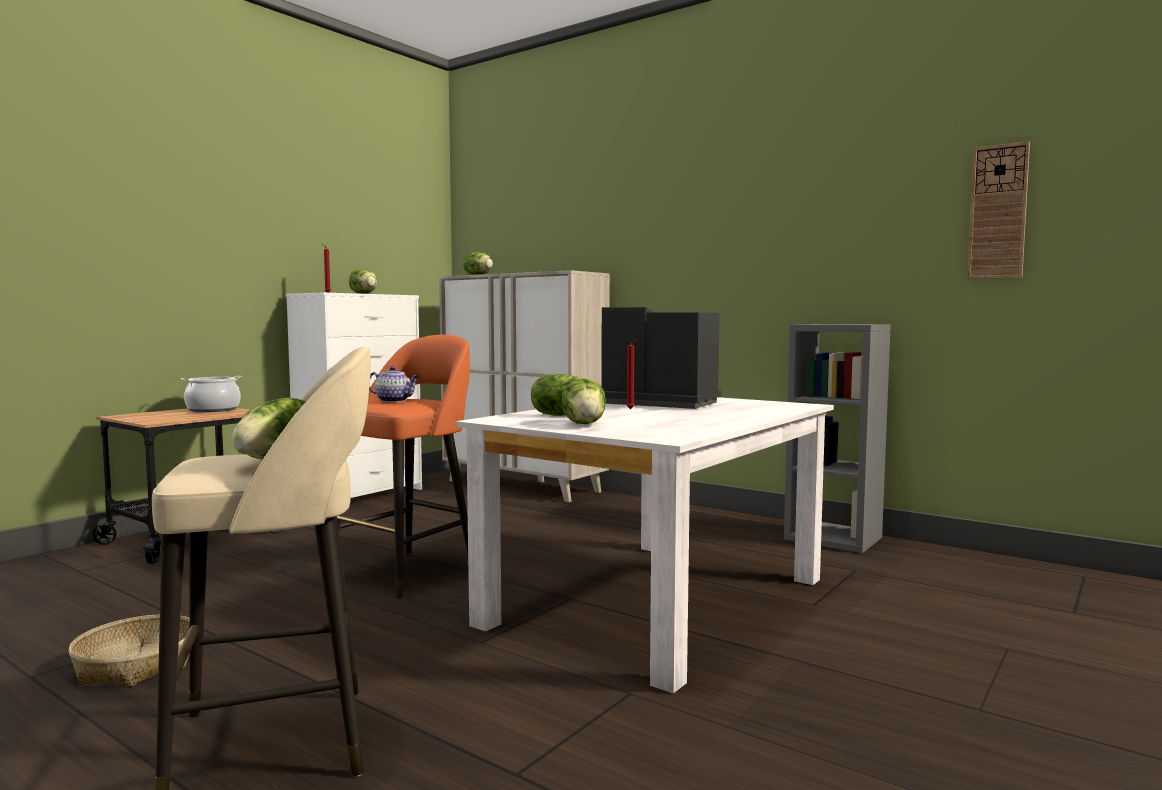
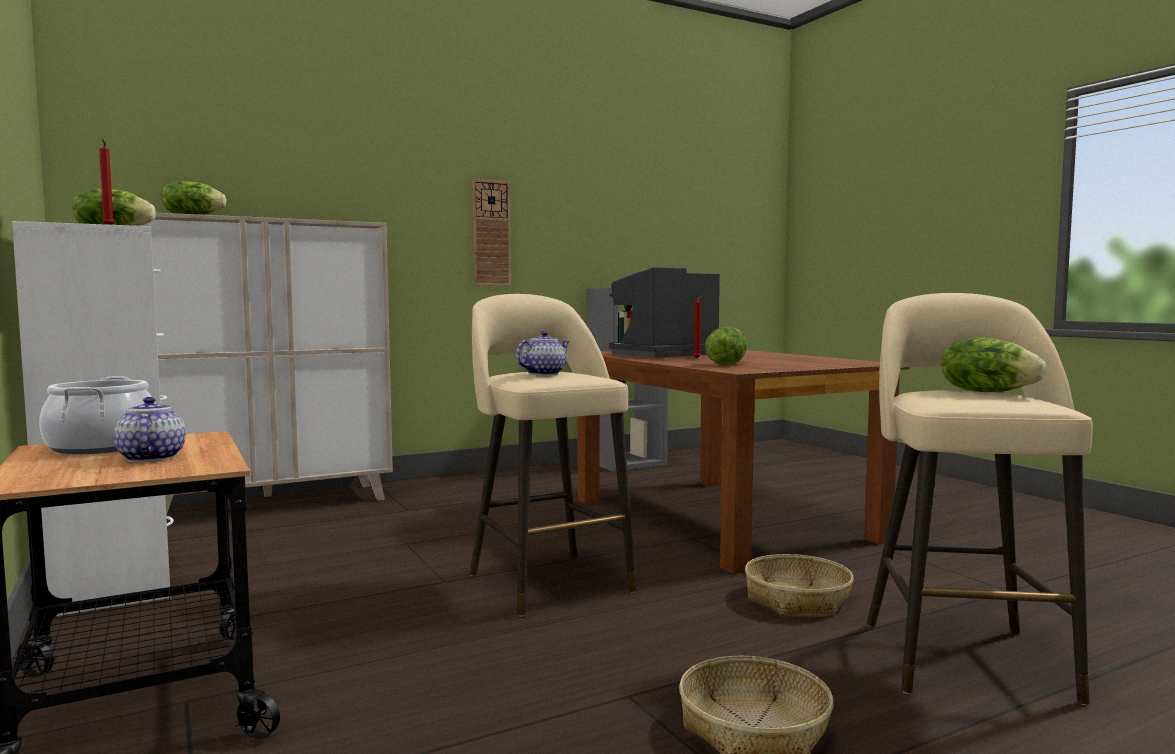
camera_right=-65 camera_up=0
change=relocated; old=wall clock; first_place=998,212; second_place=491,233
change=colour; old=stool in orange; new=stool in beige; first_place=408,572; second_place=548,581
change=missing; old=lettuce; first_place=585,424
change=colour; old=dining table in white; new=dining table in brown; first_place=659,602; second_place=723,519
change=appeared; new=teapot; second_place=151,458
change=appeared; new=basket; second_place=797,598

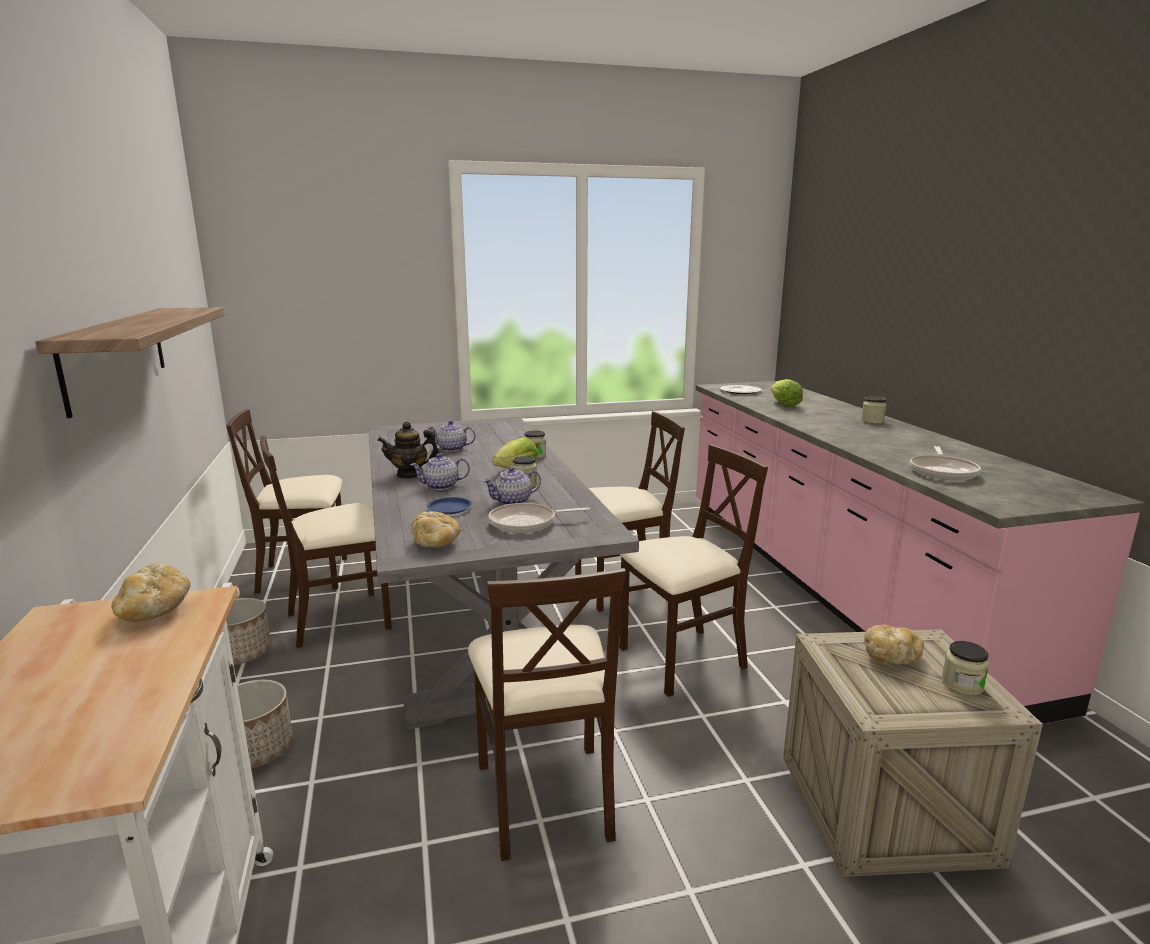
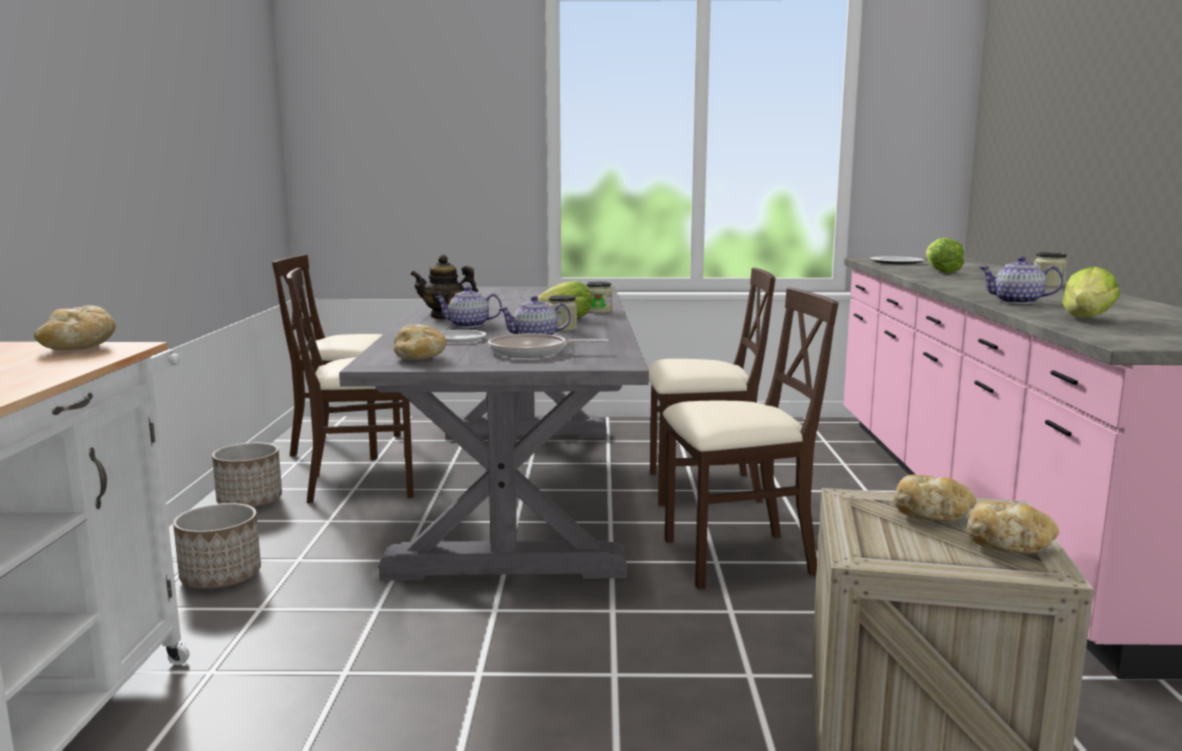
camera_right=15 camera_up=-5
change=missing; old=shelf; first_place=116,355
change=relocated; old=teapot; first_place=452,449; second_place=1017,302
change=exchanged; old=frying pan; new=lettuce; first_place=943,472; second_place=1087,319
change=colour; old=plate in blue; new=plate in white; first_place=449,508; second_place=460,339
change=missing; old=chair in beige; first_place=545,797
change=exchanged; old=jar; new=bread; first_place=962,685; second_place=1008,547

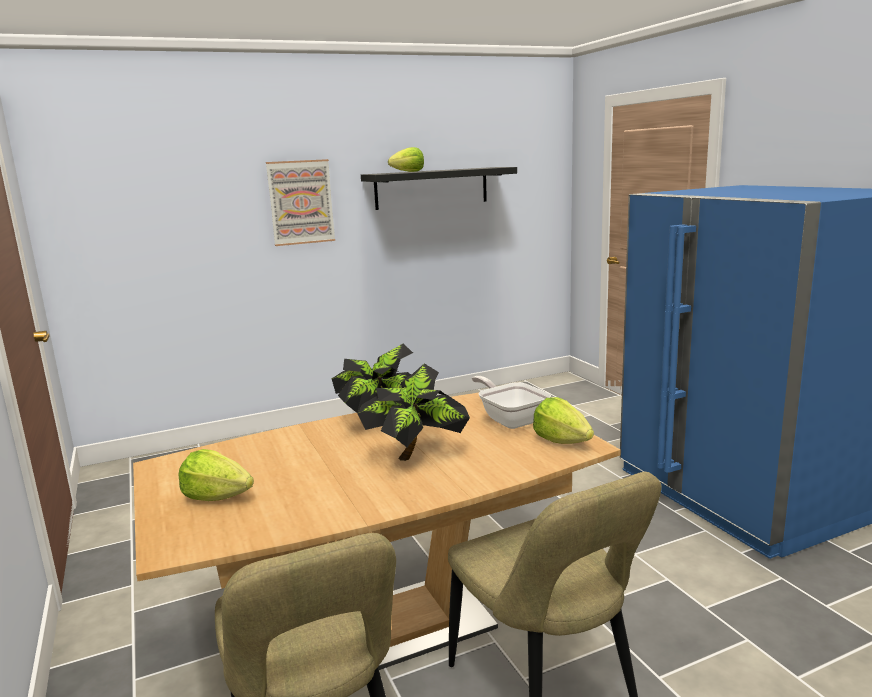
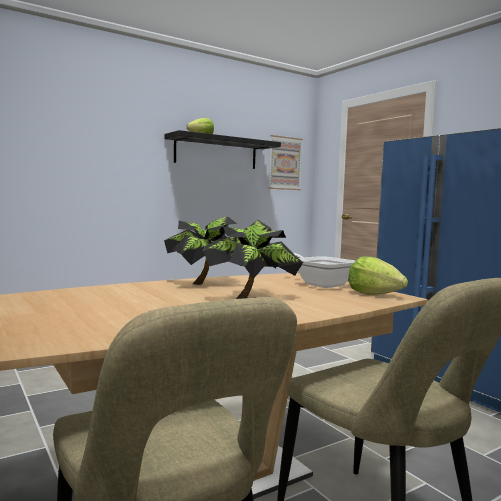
camera_right=-10 camera_up=-10
change=relocated; old=picture; first_place=301,202; second_place=284,163
change=missing; old=lettuce; first_place=217,497

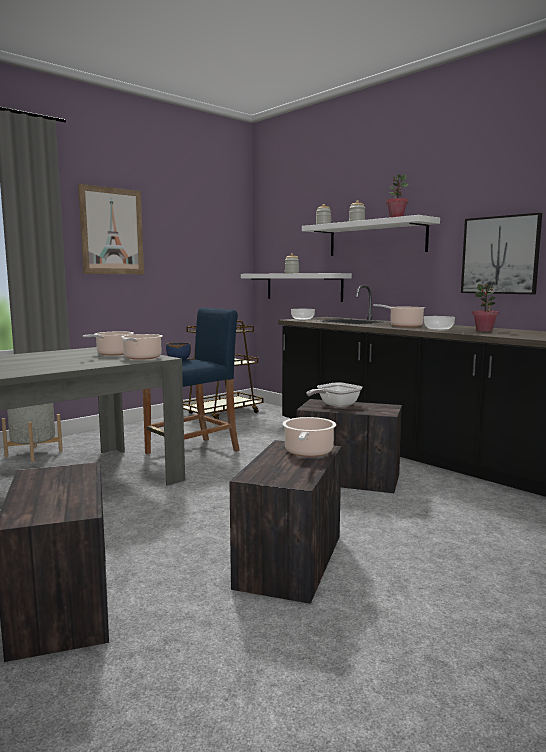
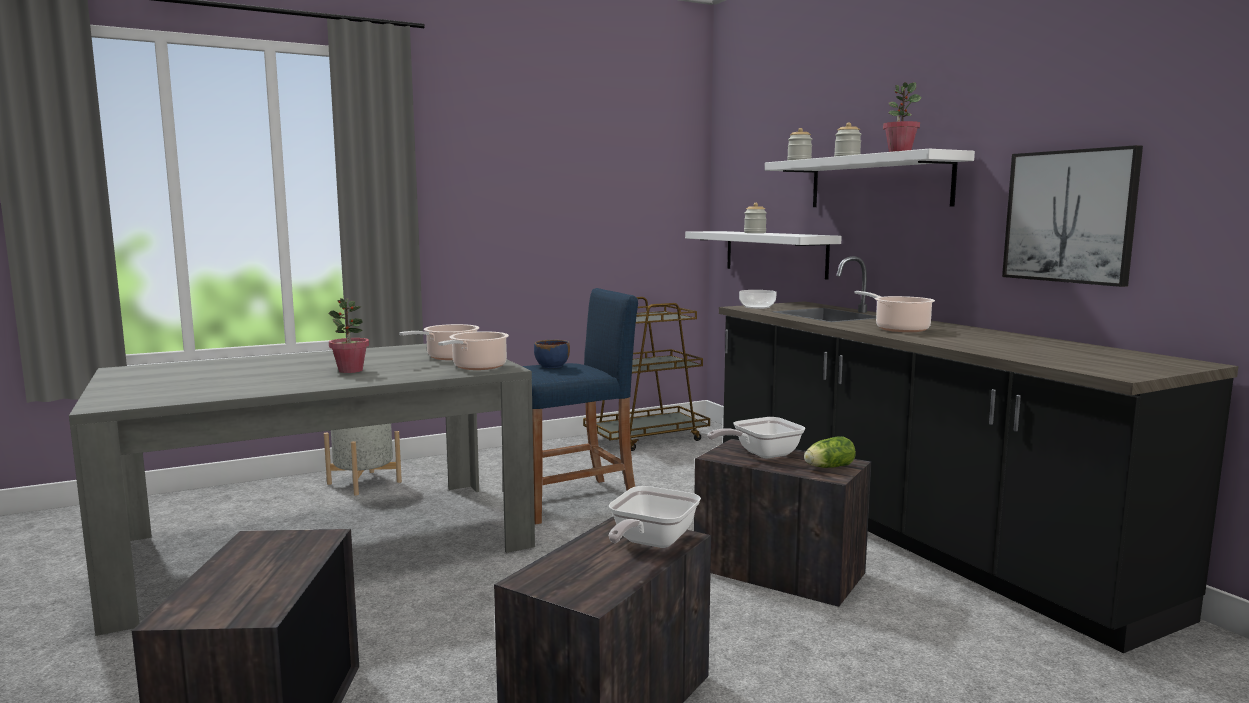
camera_right=15 camera_up=0
change=missing; old=picture; first_place=112,231
change=relocated; old=potted plant; first_place=484,330; second_place=350,370
change=missing; old=bowl; first_place=438,329
change=exchanged; old=cooking pot; new=frying pan; first_place=308,452; second_place=649,543
change=appeared; new=lettuce; second_place=827,467

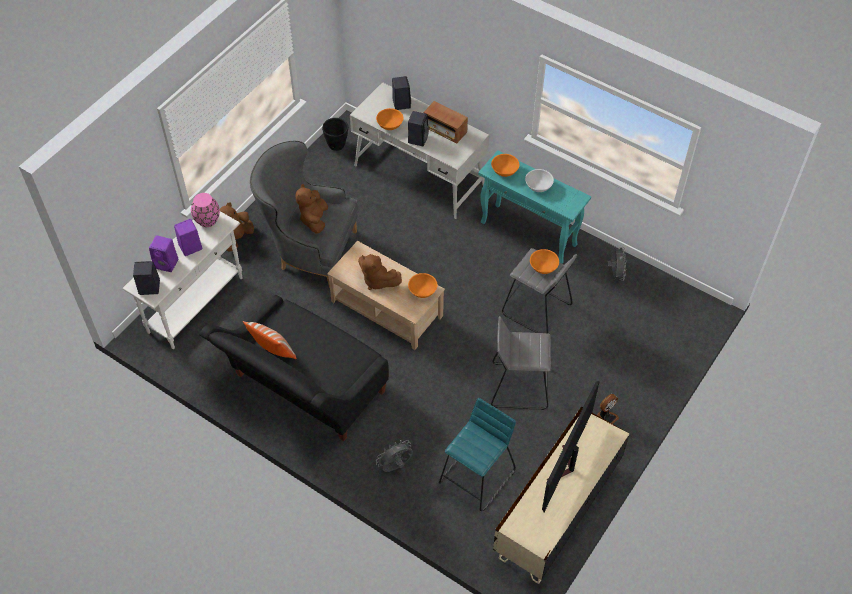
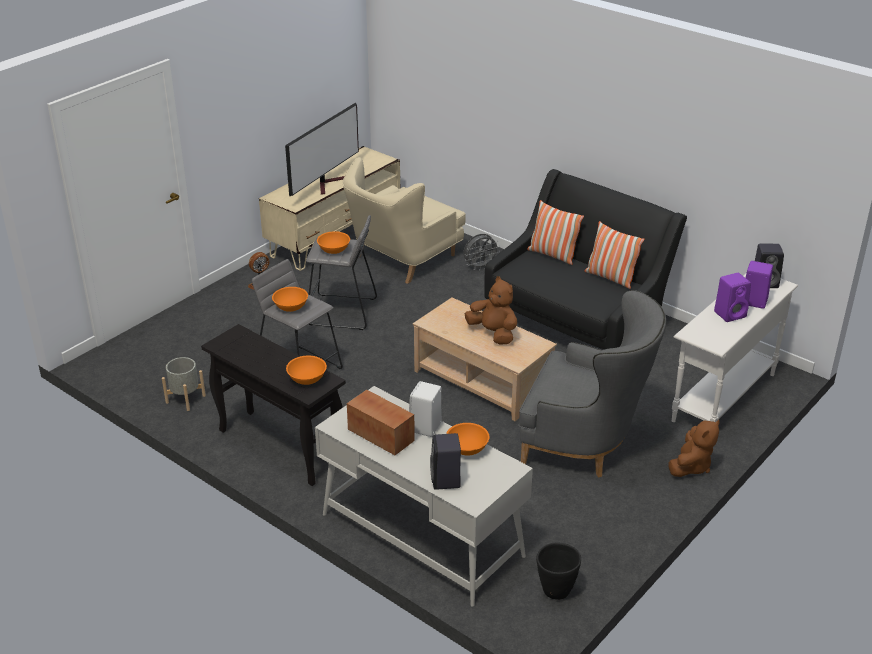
camera_right=-175 camera_up=-20
change=colour; old=speaker in black; new=speaker in white; first_place=418,138; second_place=425,427
change=colour; old=console table in turquoise; new=console table in black; first_place=529,234; second_place=278,447
change=missing; old=bowl in white; first_place=538,186
change=missing; old=plush toy in brown; first_place=314,219
change=missing; old=vase in pink; first_place=207,220
change=exchanged; old=fan in grey; new=planter in grey; first_place=615,273; second_place=185,399
change=relocated; old=bowl in orange; first_place=423,291; second_place=333,250
change=exchanged; old=stool in turquoise; new=armchair in beige; first_place=477,477; second_place=402,257
change=appeared; new=pillow; second_place=552,255

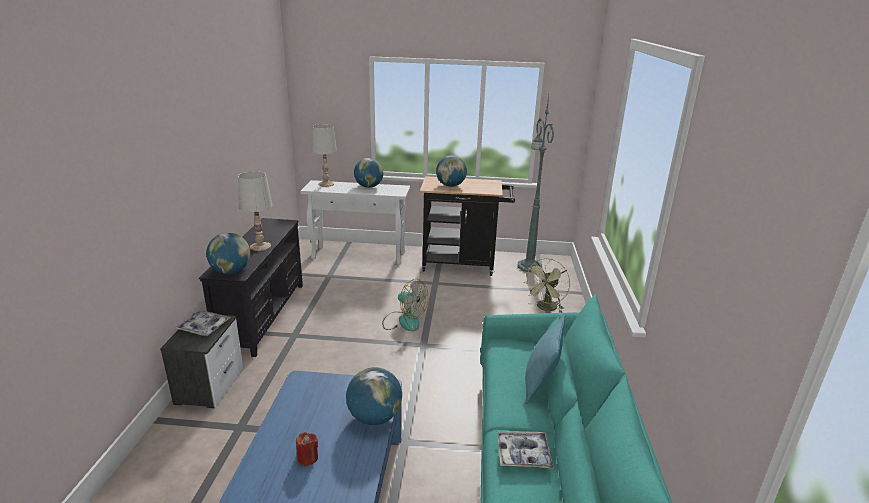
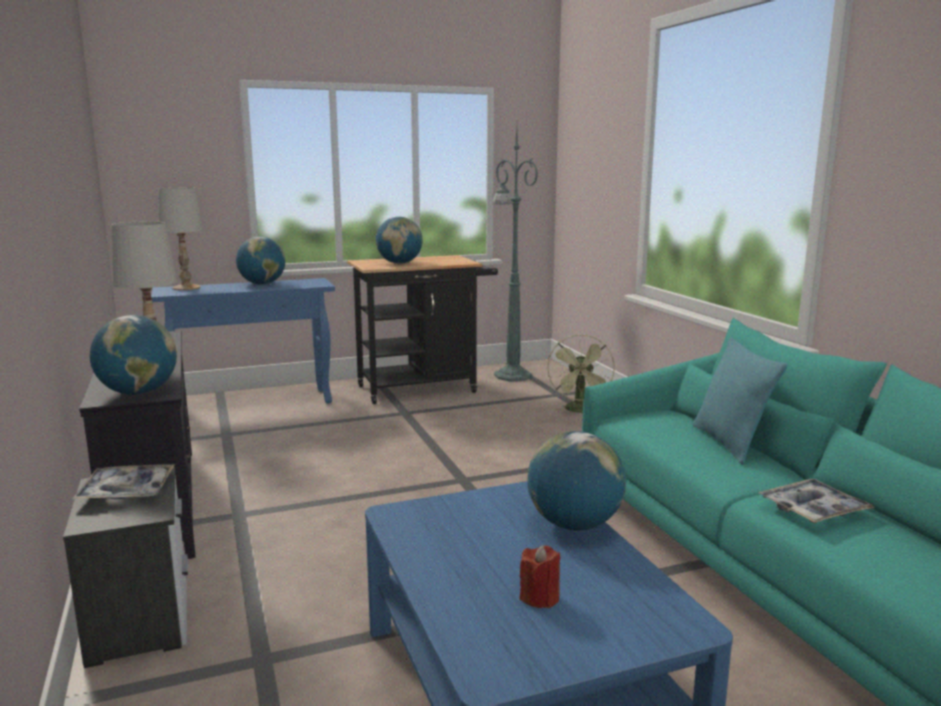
camera_right=-25 camera_up=-10
change=colour; old=console table in white; new=console table in blue; first_place=360,255; second_place=254,404
change=missing; old=fan; first_place=404,321

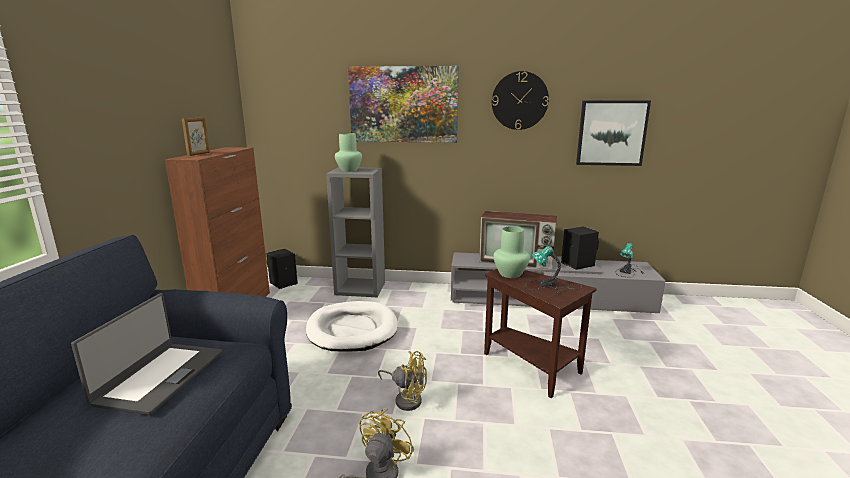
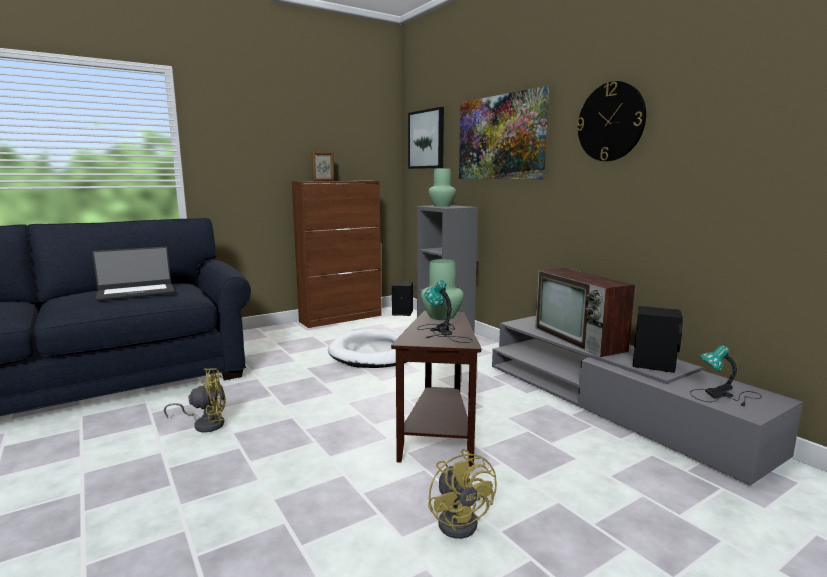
camera_right=50 camera_up=-5
change=relocated; old=picture; first_place=611,133; second_place=426,139
change=relocated; old=fan in yellow; first_place=406,398; second_place=461,520

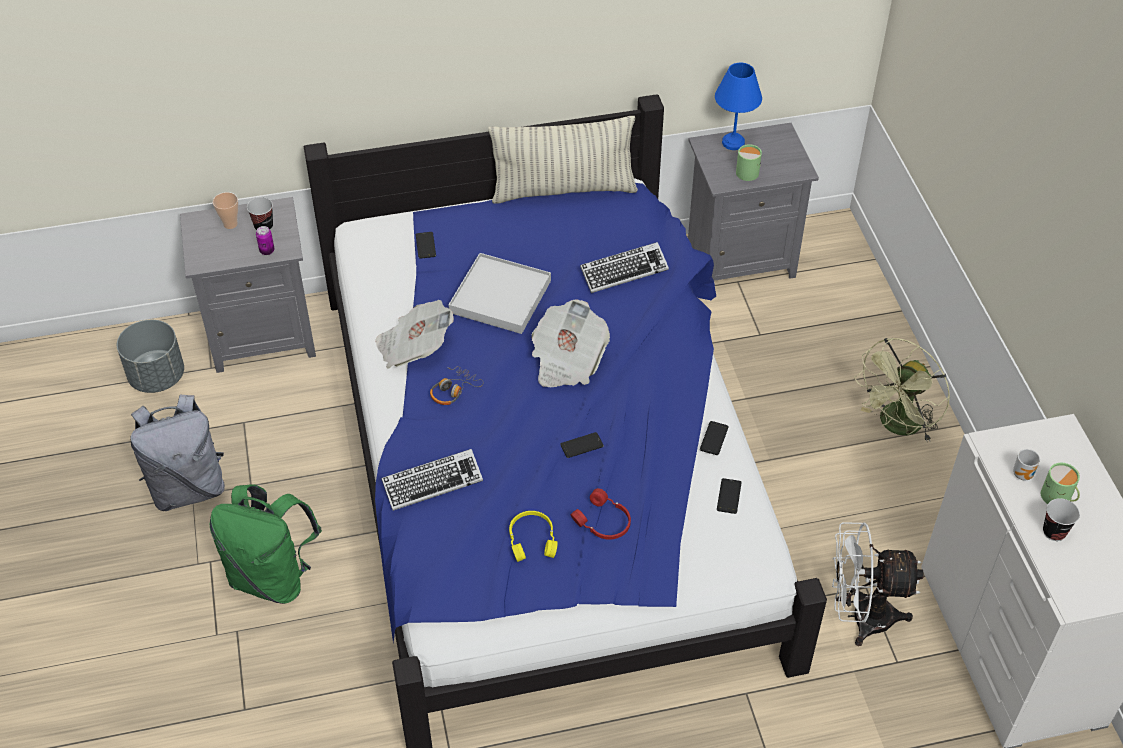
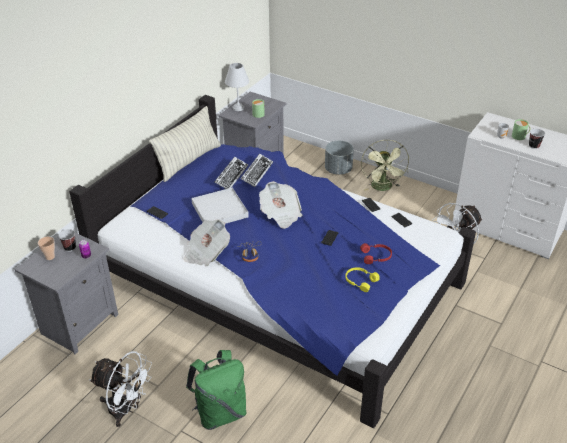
camera_right=-45 camera_up=-10
change=colour; old=table lamp in blue; new=table lamp in white; first_place=733,142; second_place=238,107
change=relocated; old=planter in grey; first_place=157,377; second_place=338,170
change=exchanged; old=backpack in grey; new=fan in white; first_place=188,487; second_place=126,410
change=relocated; old=keyboard; first_place=432,483; second_place=231,176

